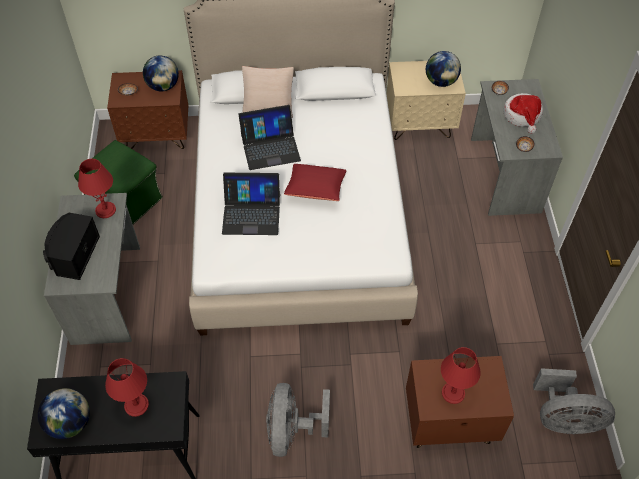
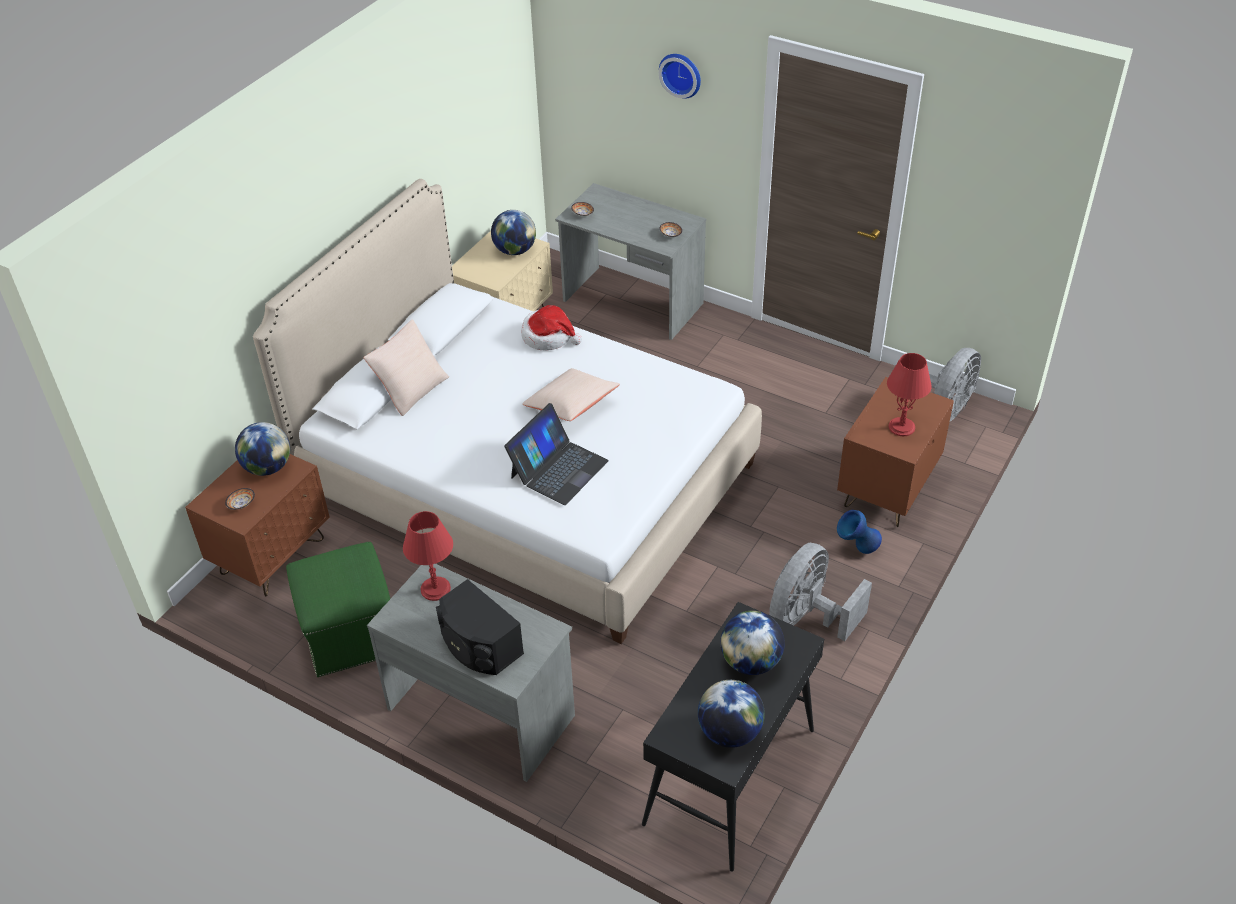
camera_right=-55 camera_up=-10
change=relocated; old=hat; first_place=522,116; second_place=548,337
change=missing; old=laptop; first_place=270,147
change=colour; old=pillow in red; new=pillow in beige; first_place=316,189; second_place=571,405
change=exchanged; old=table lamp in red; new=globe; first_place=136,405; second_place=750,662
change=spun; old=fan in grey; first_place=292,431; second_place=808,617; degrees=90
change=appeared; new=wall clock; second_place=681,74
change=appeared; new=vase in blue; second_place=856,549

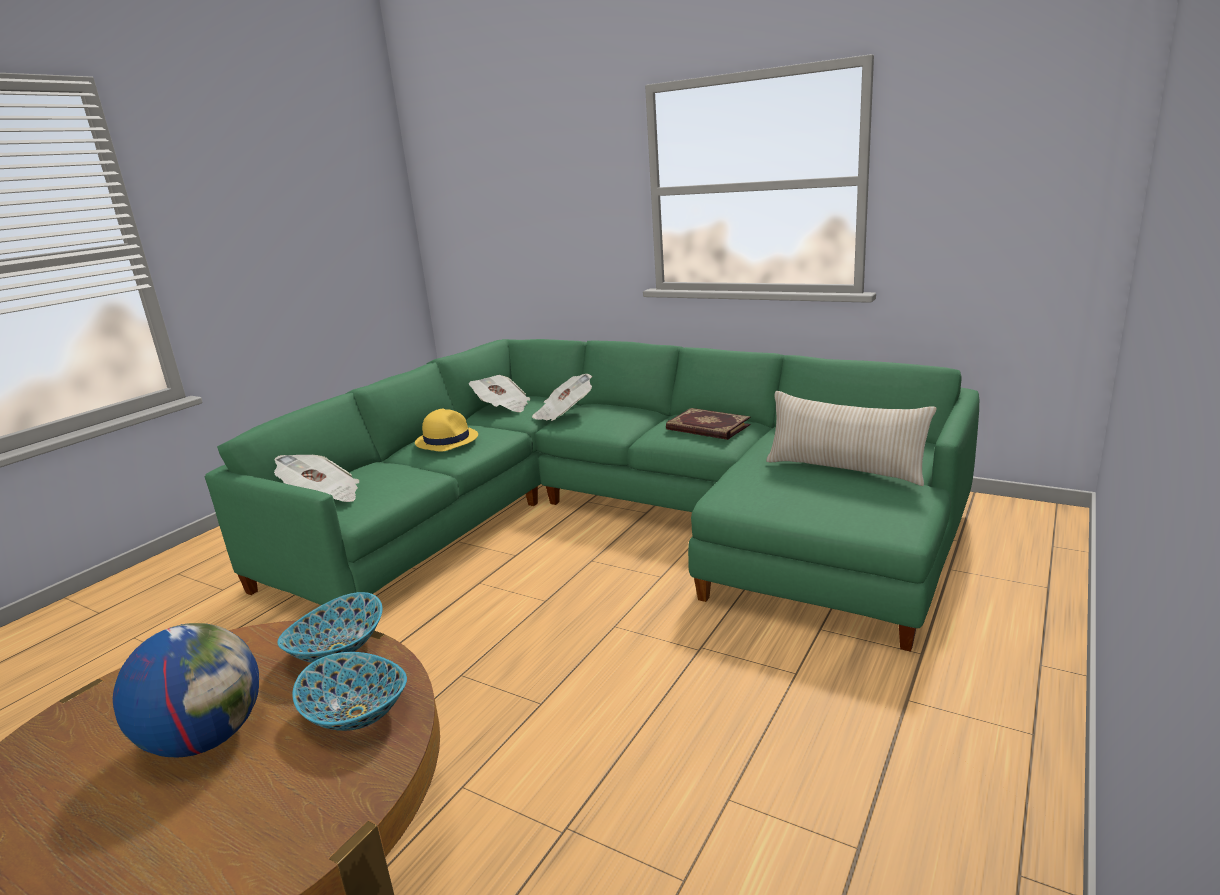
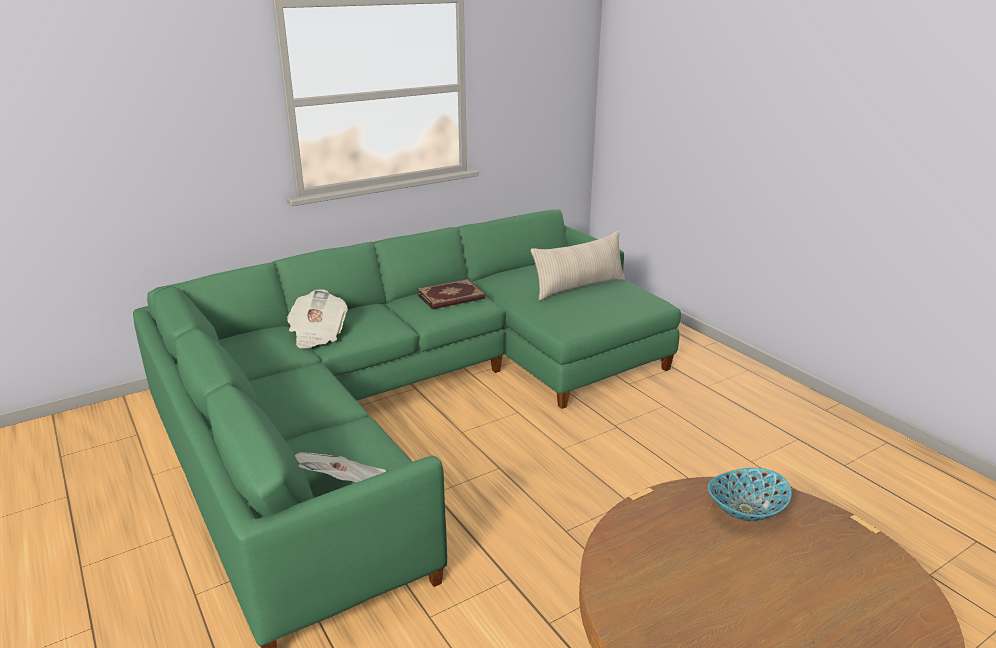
camera_right=-65 camera_up=5
change=missing; old=newspaper; first_place=502,407
change=missing; old=hat in yellow; first_place=447,440
change=missing; old=bowl; first_place=339,650
change=missing; old=globe; first_place=206,738

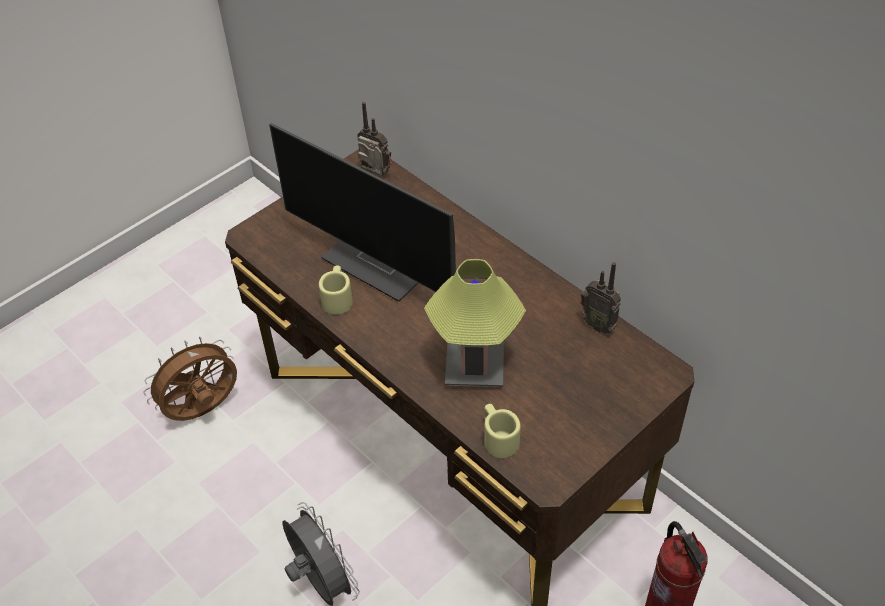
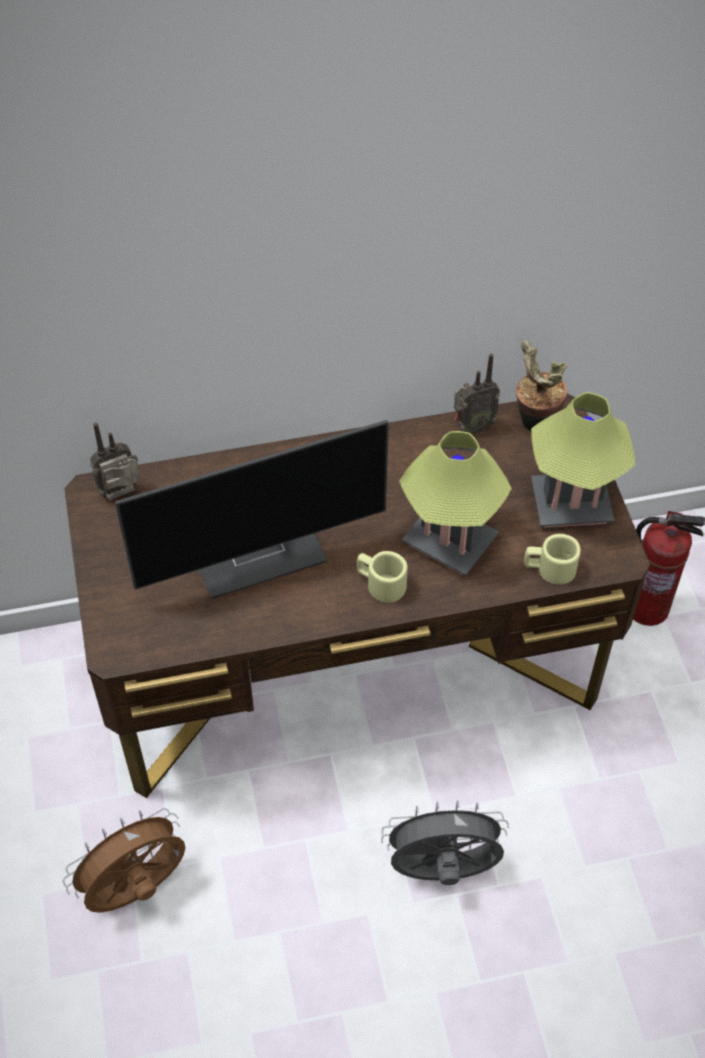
camera_right=-60 camera_up=5
change=relocated; old=mug in beige; first_place=337,298; second_place=380,584
change=spun; old=fan in brown; first_place=203,411; second_place=137,890; degrees=60
change=appeared; new=potted plant; second_place=534,422
change=appeared; new=table lamp; second_place=570,504

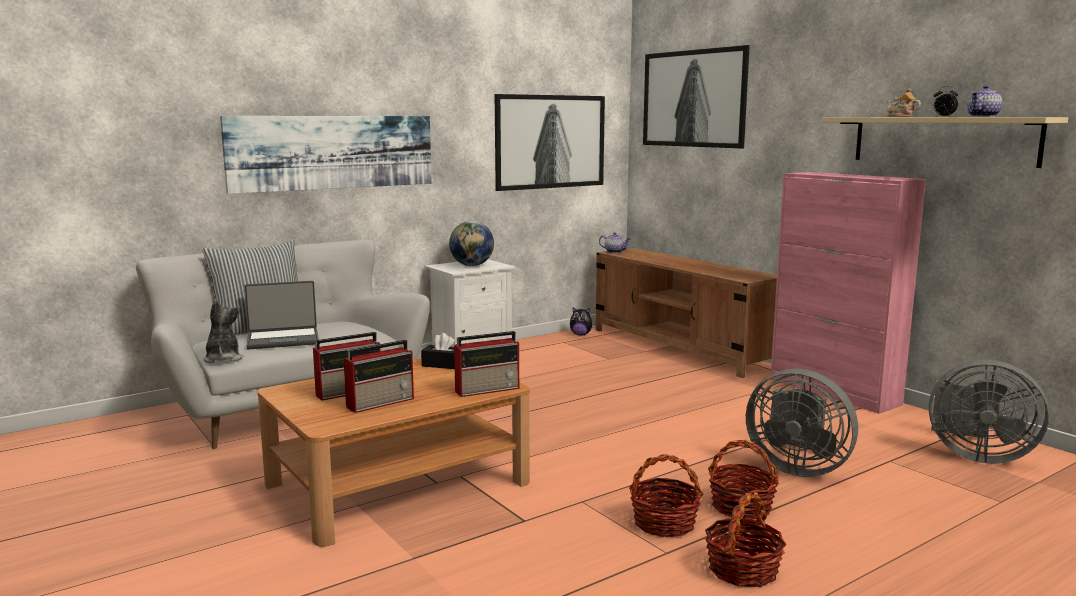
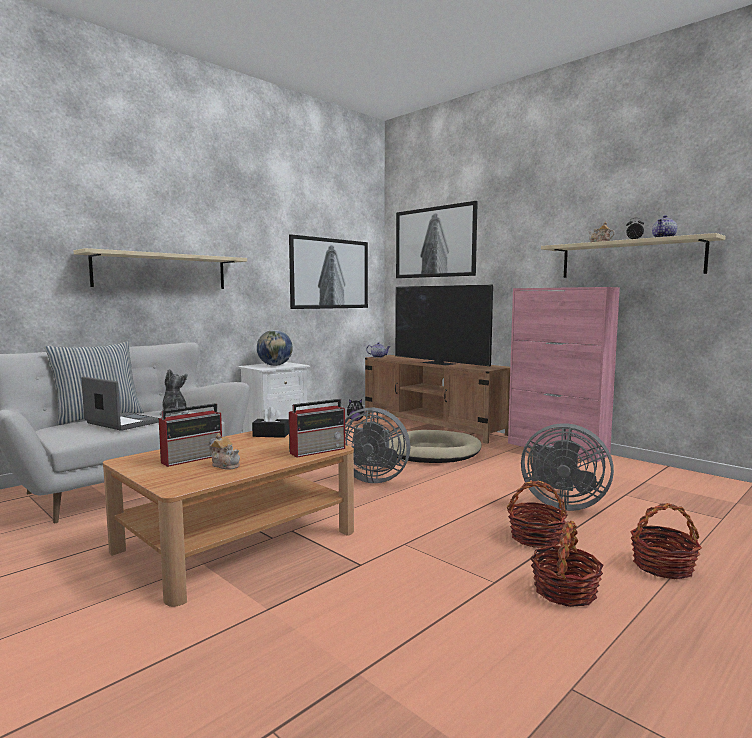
camera_right=-10 camera_up=-5
change=exchanged; old=picture; new=shelf in beige; first_place=333,152; second_place=161,271
change=spun; old=laptop; first_place=283,340; second_place=121,423; degrees=-120
change=relocated; old=plush toy; first_place=223,358; second_place=174,413
change=exchanged; old=radio; new=teapot; first_place=381,402; second_place=225,465
change=relocated; old=fan in grey; first_place=976,455; second_place=372,479
change=relocated; old=basket; first_place=664,523; second_place=662,566
change=appeared; new=television; second_place=439,363
change=appeared; new=dog bed in beige; second_place=432,452

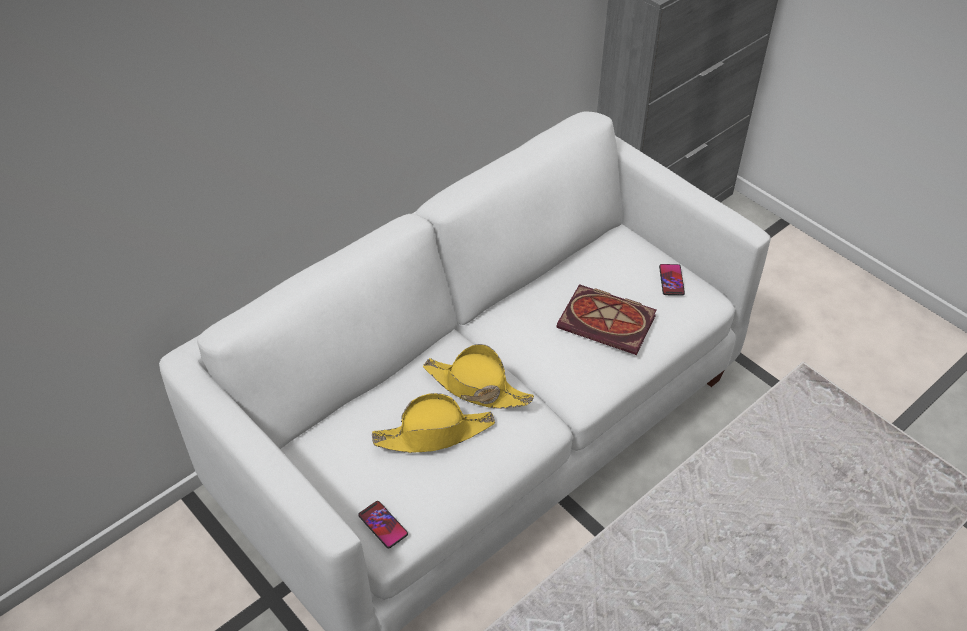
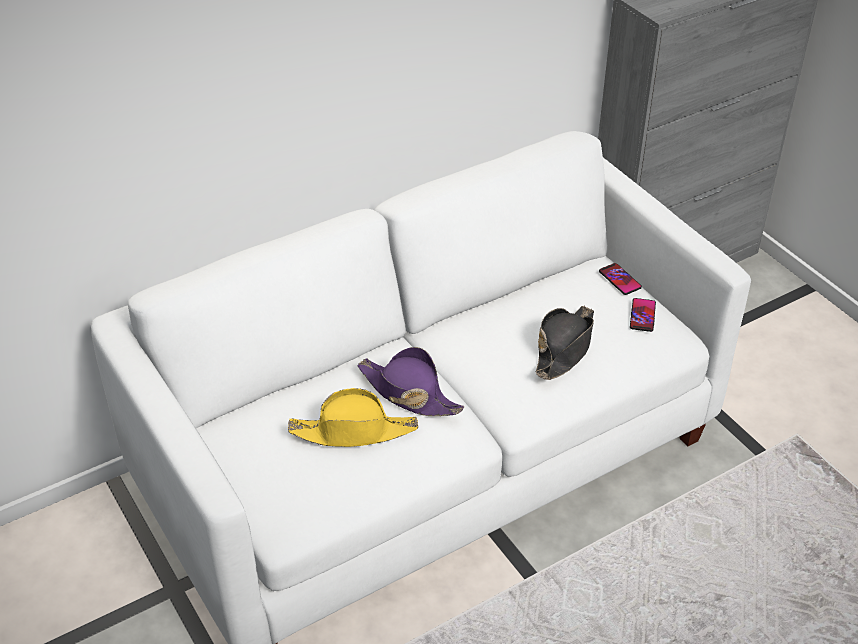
camera_right=10 camera_up=-5
change=exchanged; old=book; new=hat in black; first_place=609,322; second_place=564,348
change=colour; old=hat in yellow; new=hat in purple; first_place=476,387; second_place=408,393
change=relocated; old=phone; first_place=383,525; second_place=620,279

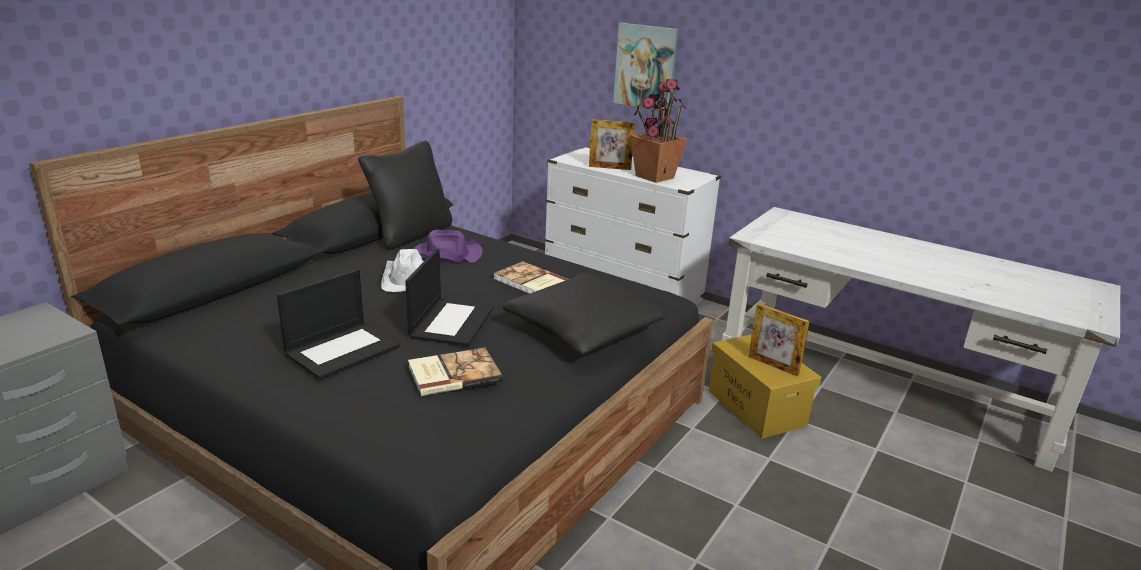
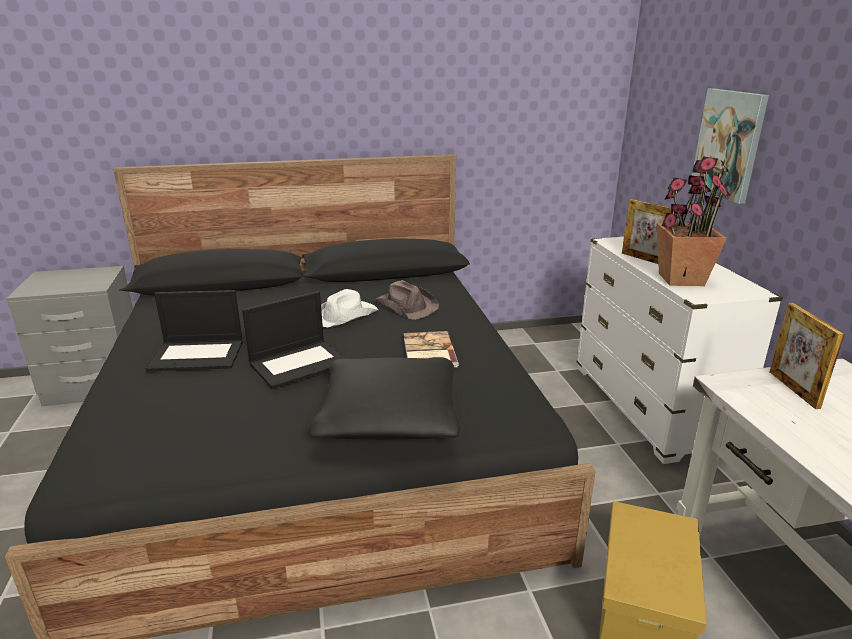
camera_right=45 camera_up=0
change=missing; old=pillow in black; first_place=410,234
change=colour; old=hat in purple; new=hat in brown; first_place=446,254; second_place=406,306
change=relocated; old=picture frame; first_place=773,365; second_place=793,389
change=missing; old=book; first_place=453,373

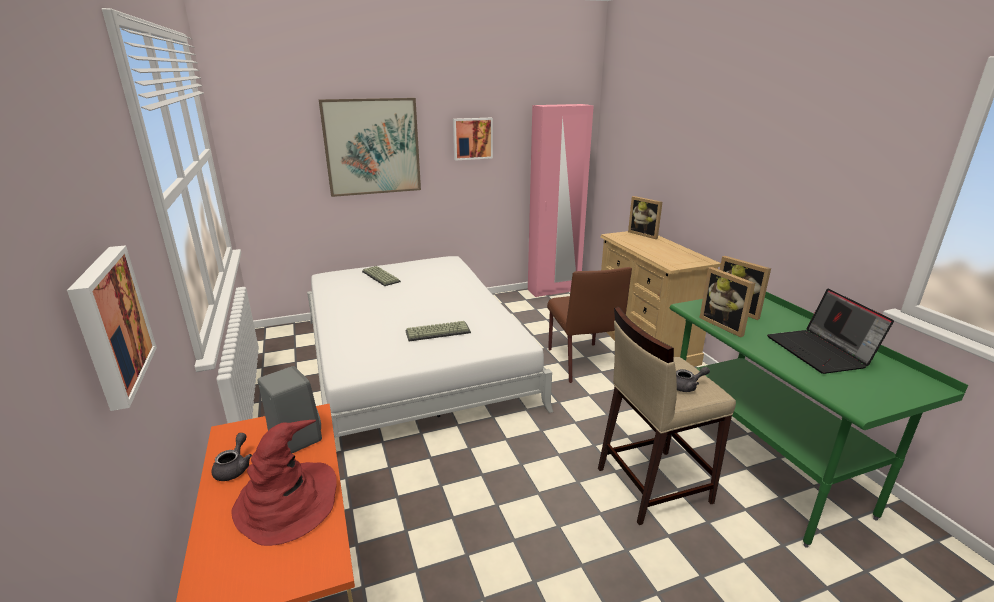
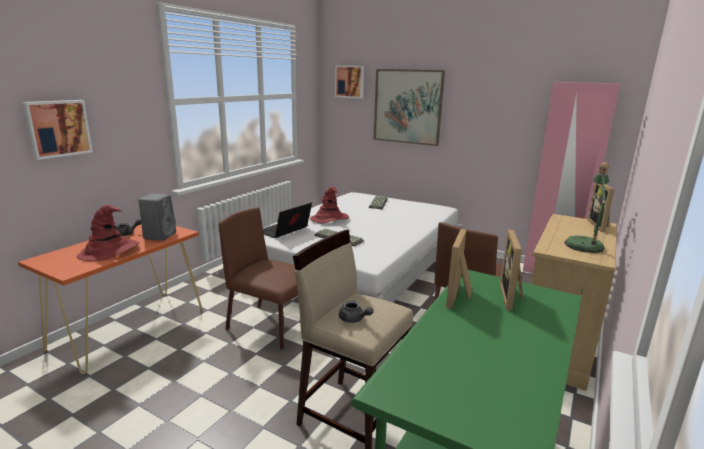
camera_right=50 camera_up=-5
change=relocated; old=picture; first_place=472,138; second_place=350,81
change=relocated; old=laptop; first_place=821,352; second_place=284,231
change=appeared; new=table lamp; second_place=585,244
change=appeared; new=hat in red; second_place=329,219
change=appeared; new=chair in brown; second_place=271,327

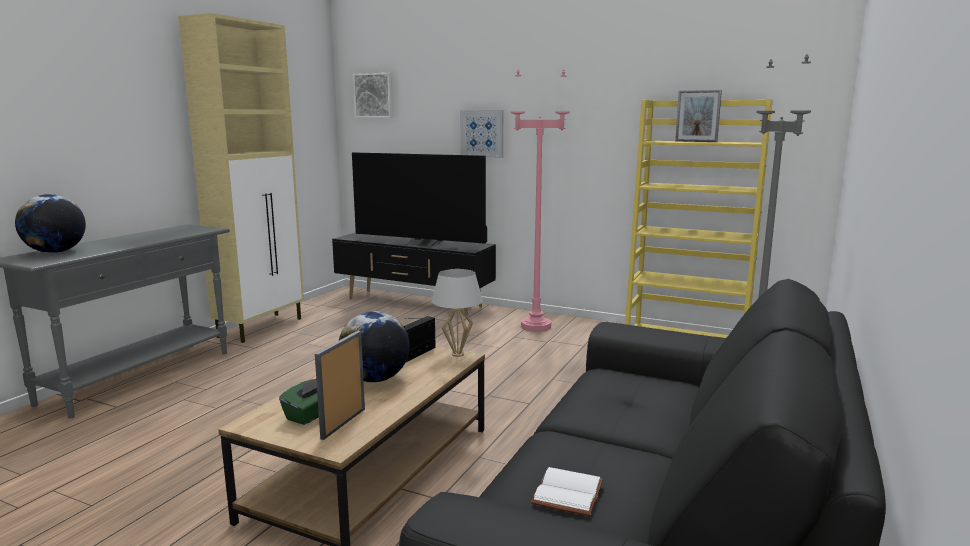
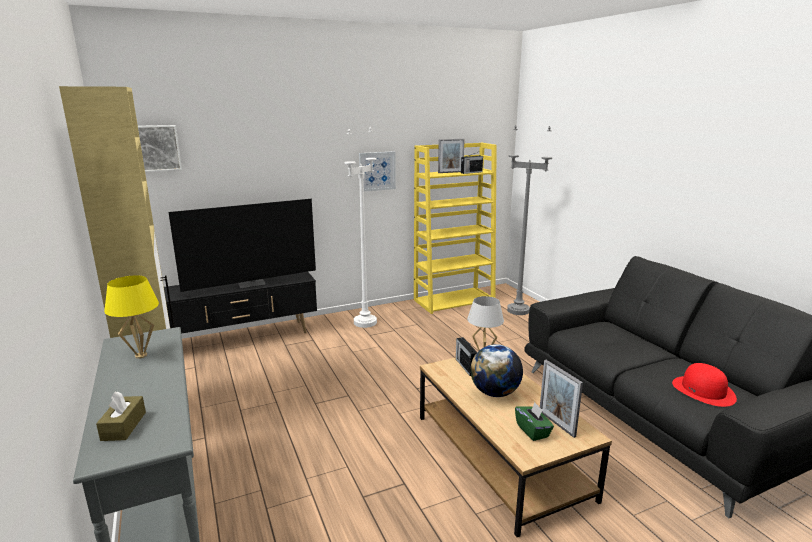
camera_right=-50 camera_up=5
change=colour; old=floor lamp in pink; new=floor lamp in white; first_place=536,326; second_place=365,322
change=relocated; old=picture; first_place=482,133; second_place=377,171
change=exchanged; old=globe; new=tissue box in brown; first_place=55,252; second_place=124,426
change=exchanged; old=book in white; new=hat in red; first_place=569,494; second_place=703,390
change=appeared; new=radio; second_place=471,172
change=appeared; new=table lamp in yellow; second_place=141,355

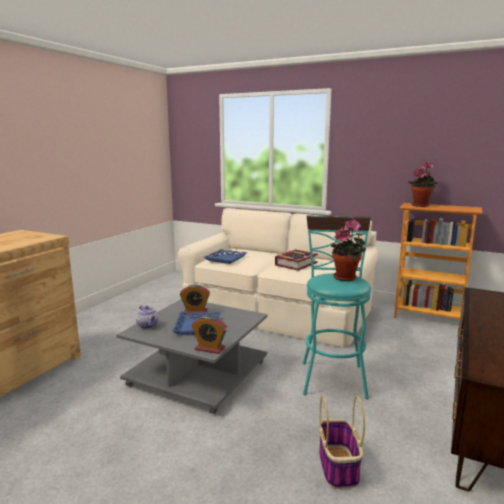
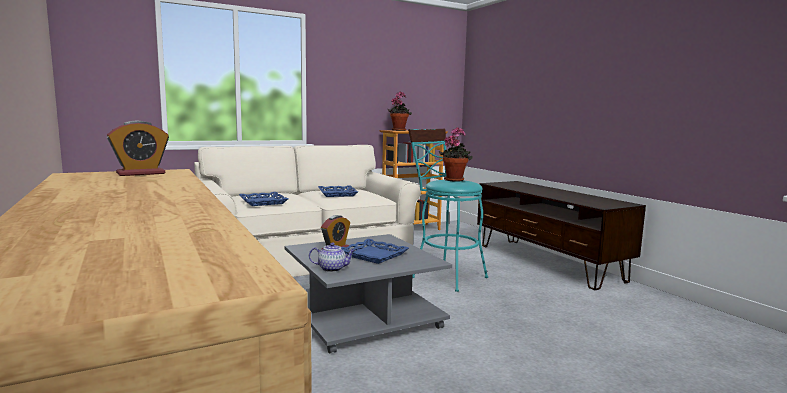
camera_right=-55 camera_up=-5
change=exchanged; old=book; new=tray in blue; first_place=296,264; second_place=337,194
change=relocated; old=alarm clock; first_place=209,348; second_place=141,173
change=missing; old=basket; first_place=338,467

